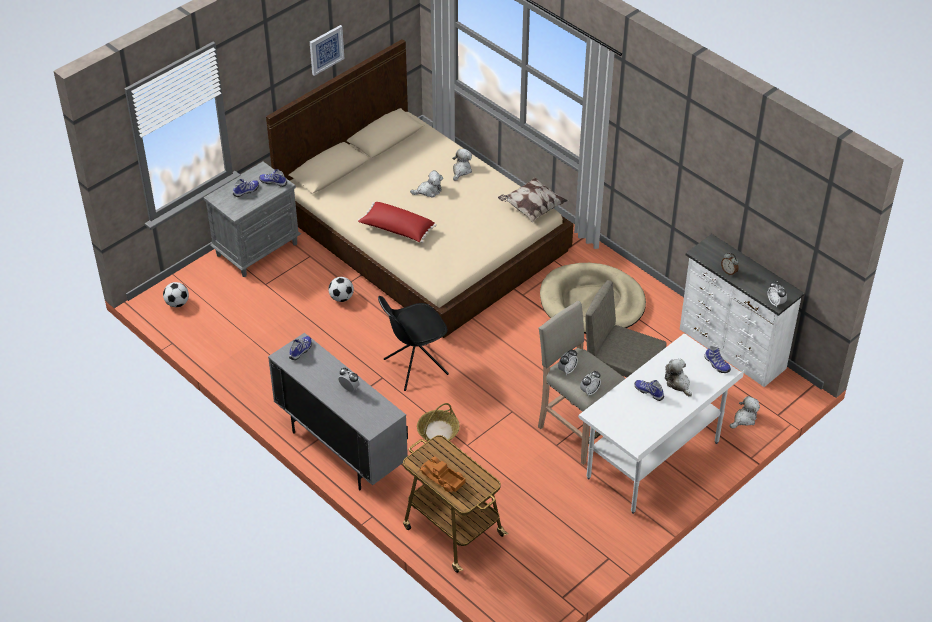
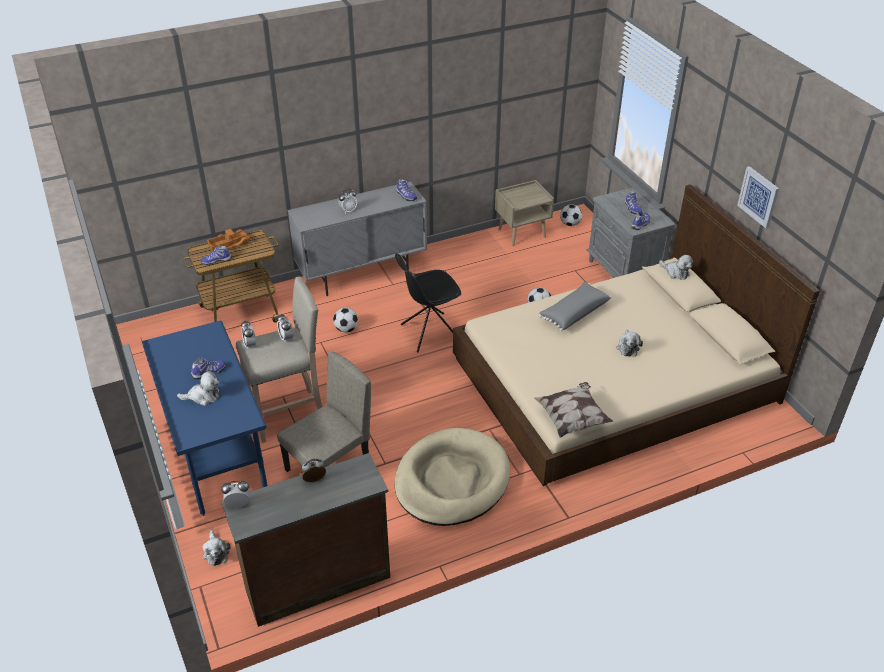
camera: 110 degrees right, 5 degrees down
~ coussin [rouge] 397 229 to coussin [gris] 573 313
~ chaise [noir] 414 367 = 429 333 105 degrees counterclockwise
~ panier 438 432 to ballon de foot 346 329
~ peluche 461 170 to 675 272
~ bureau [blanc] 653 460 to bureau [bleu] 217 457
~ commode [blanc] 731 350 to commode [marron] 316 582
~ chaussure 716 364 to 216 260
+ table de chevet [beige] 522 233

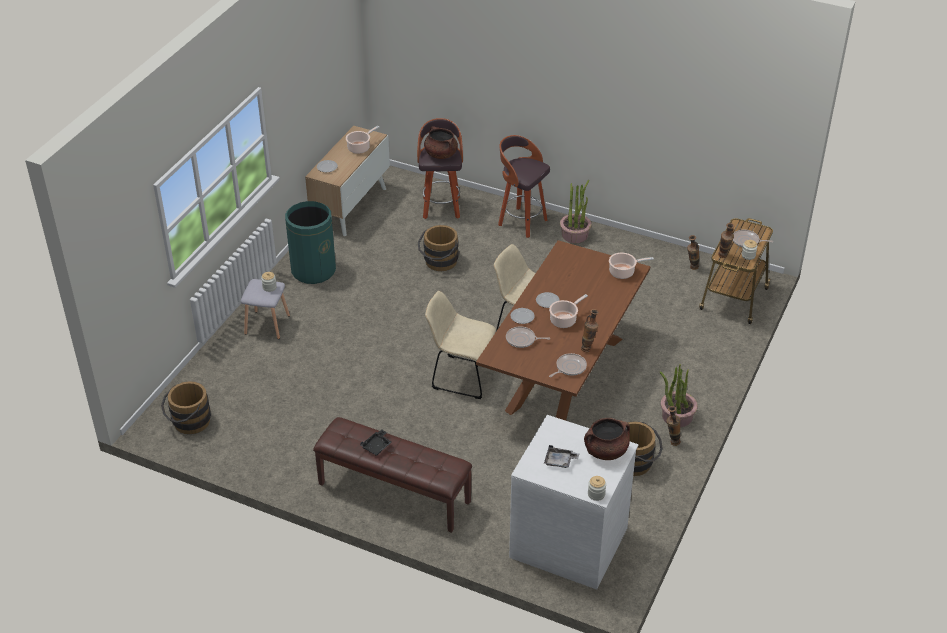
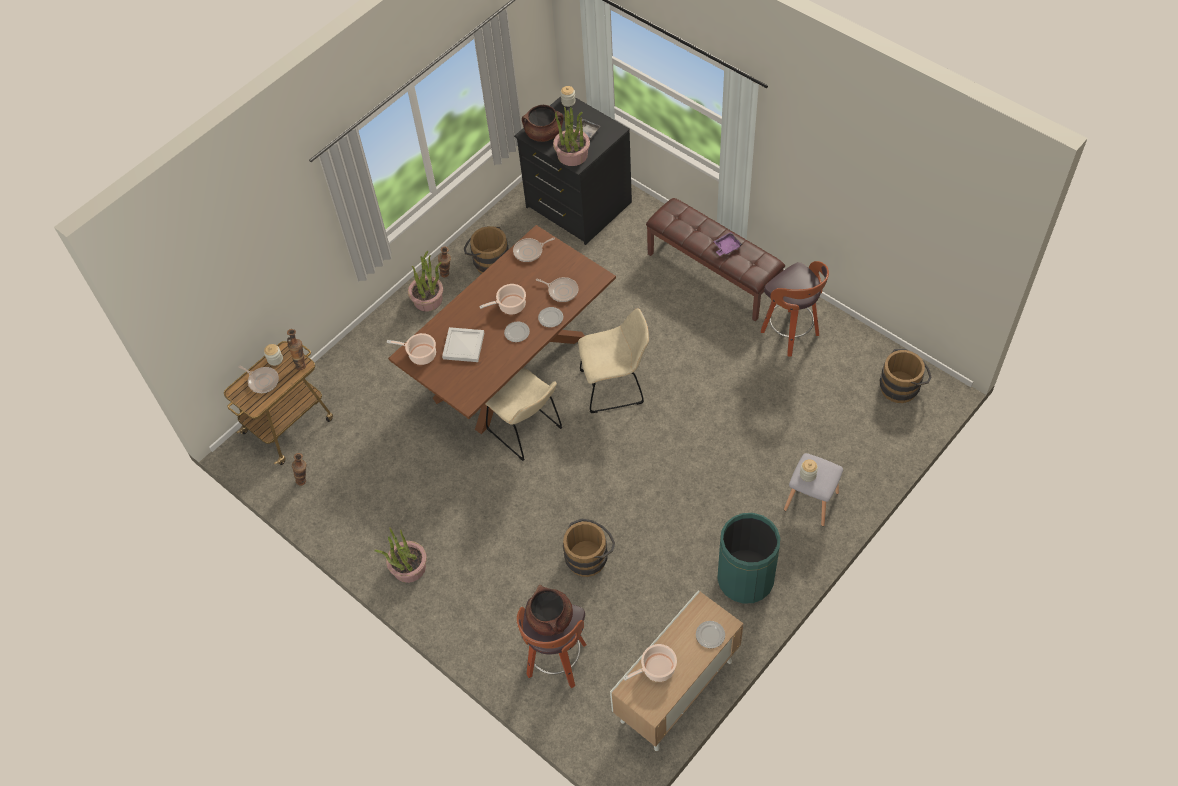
camera: 160 degrees left, 15 degrees up
~ plateau [noir] 377 446 to plateau [violet] 726 247
~ chaise [beige] 460 376 = 615 386 45 degrees counterclockwise
~ tabouret 521 222 to 791 334
~ commode [blanc] 569 541 to commode [noir] 577 205
- vase 588 348
+ plateau [blanc] 464 345
+ plante en pot 572 155

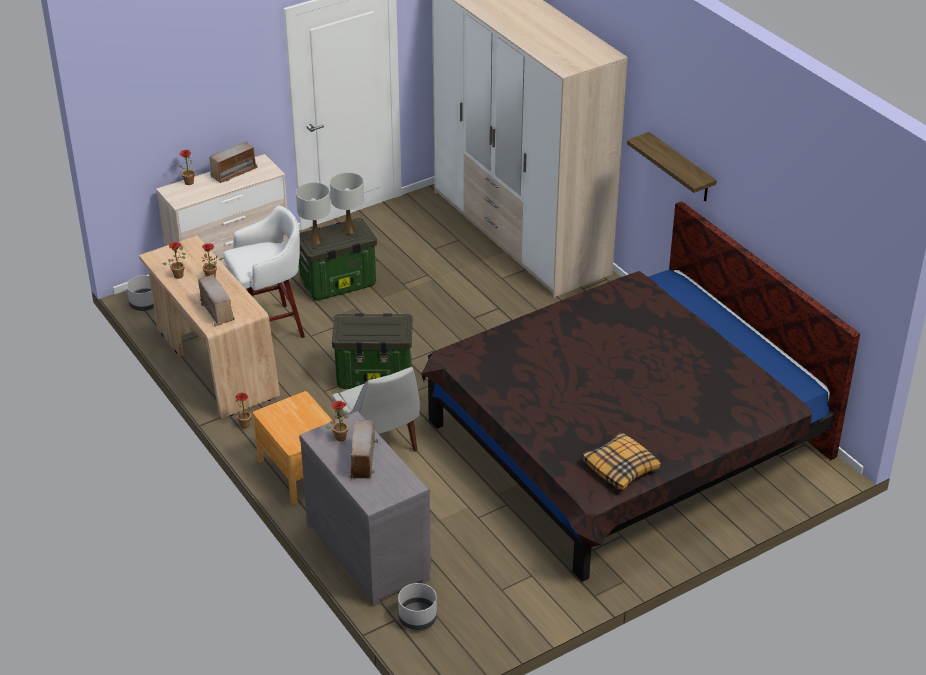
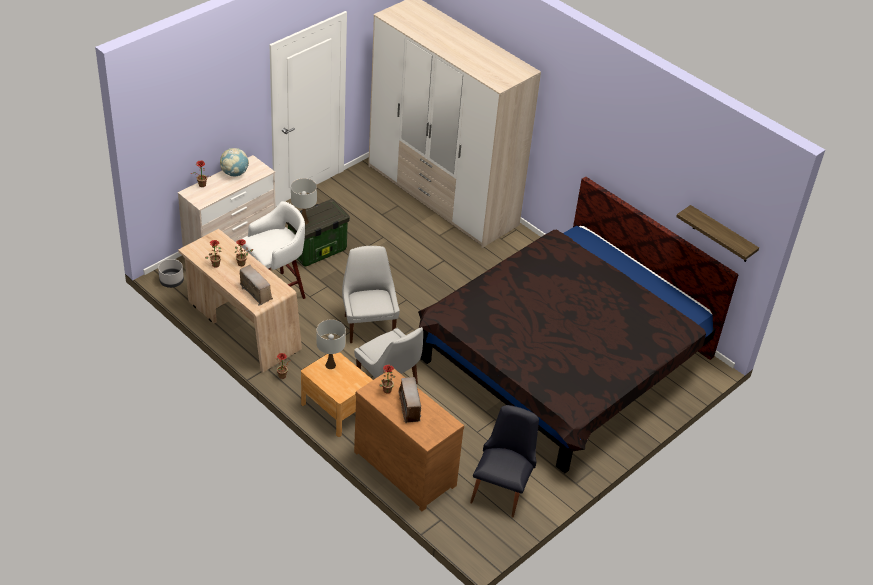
camera: 15 degrees left, 5 degrees up
~ radio 234 172 to globe 234 173
~ commode [gris] 370 550 to commode [marron] 406 466
~ lampe de table [blanc] 349 230 to 330 365
~ boîte de rangement 375 376 to chaise [blanc] 369 325
- cache-pot [gris] 417 618
- coussin 621 467
~ étagère 681 168 to 721 235
+ chaise [noir] 502 488

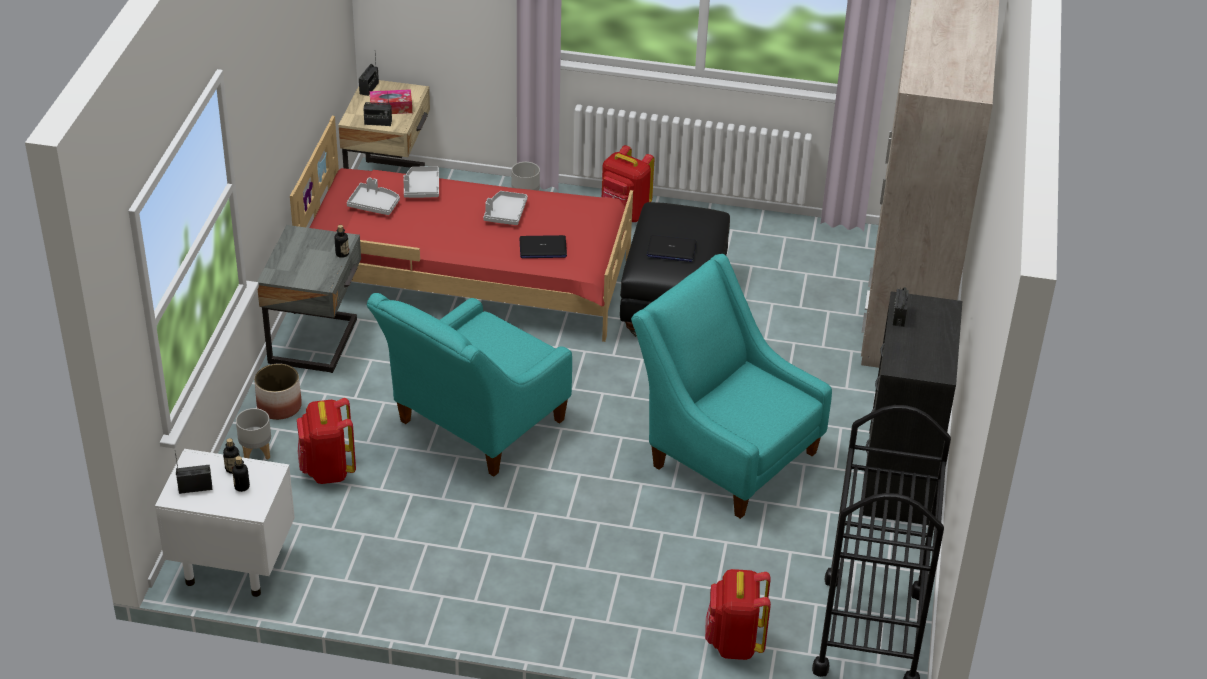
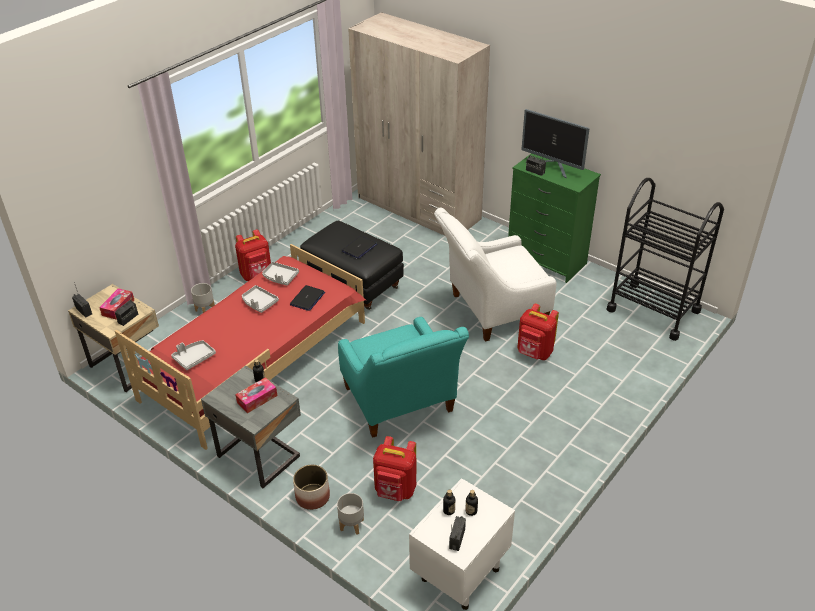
camera: 60 degrees left, 0 degrees up
~ plateau [gris] 421 188 to 280 277
~ fauteuil [turquoise] 724 453 to fauteuil [blanc] 491 311
~ sac à dos [rouge] 734 643 to 534 353
~ commode [noir] 897 477 to commode [vert] 546 260
+ boîte à mouchoirs 257 399
+ écran d'ordinateur 552 166

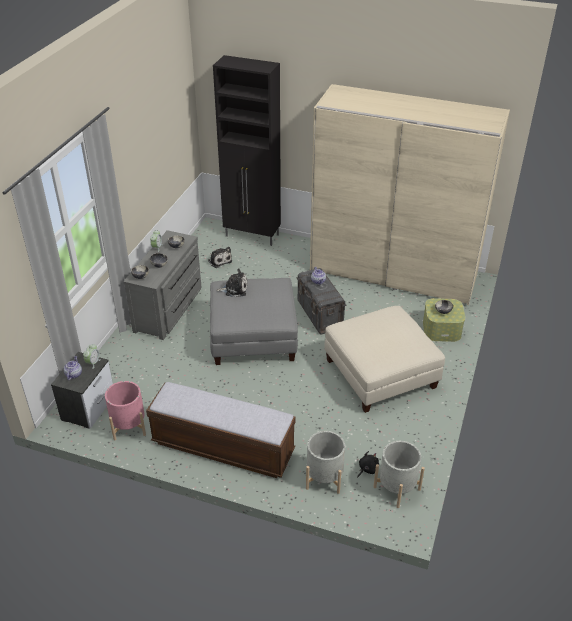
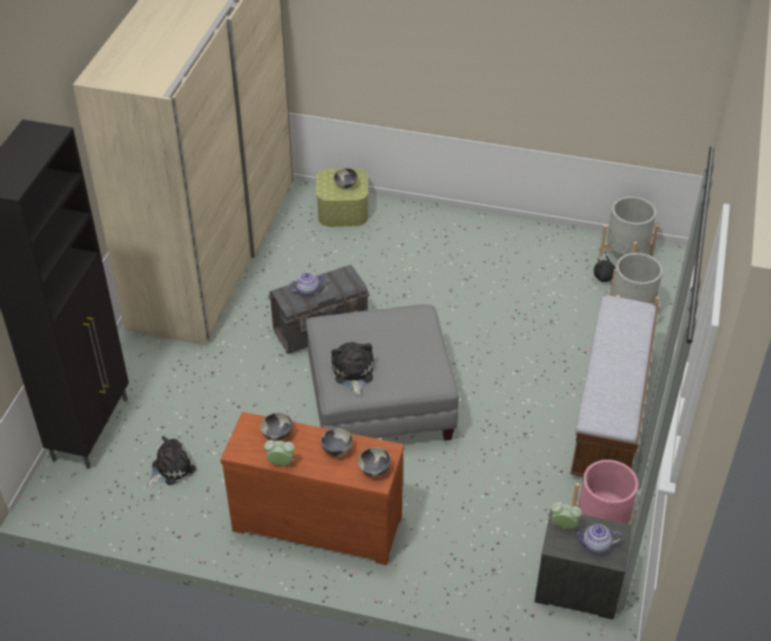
camera: 95 degrees left, 5 degrees up
~ commode [gris] 170 309 to commode [marron] 318 520
- pouf [beige] 381 374

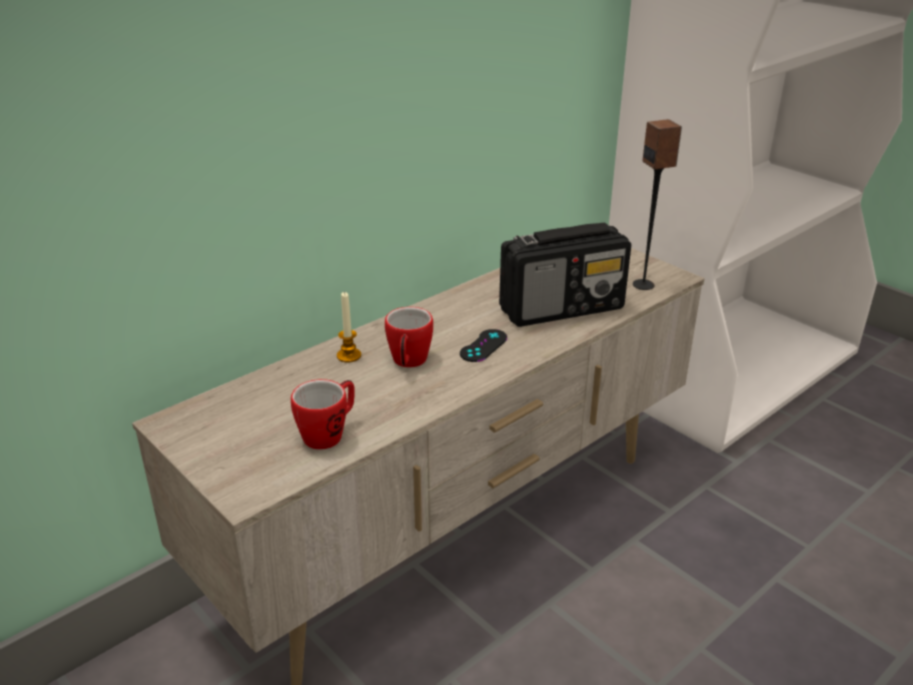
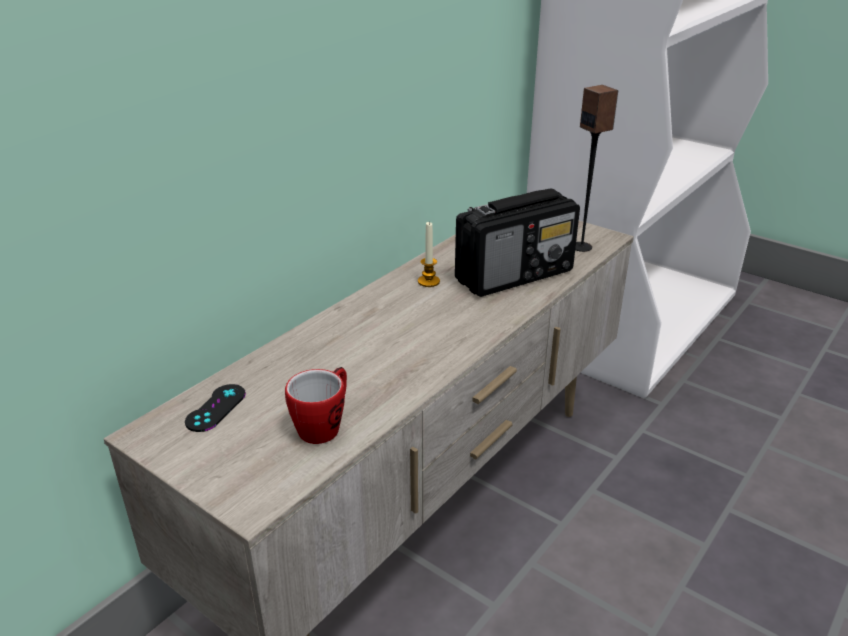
camera: 10 degrees left, 0 degrees up
~ bougie 349 355 to 428 281
- mug 408 363
~ manette [noir] 483 346 to 216 408

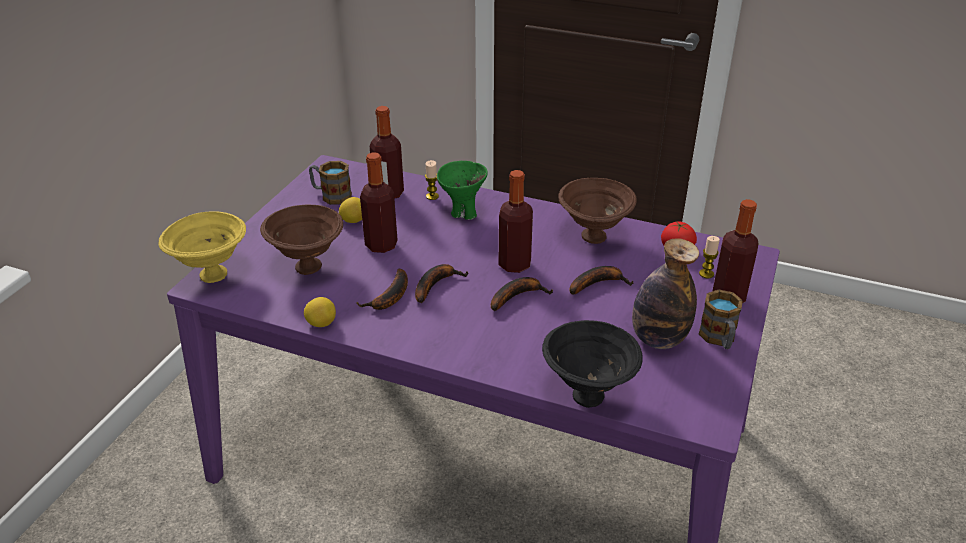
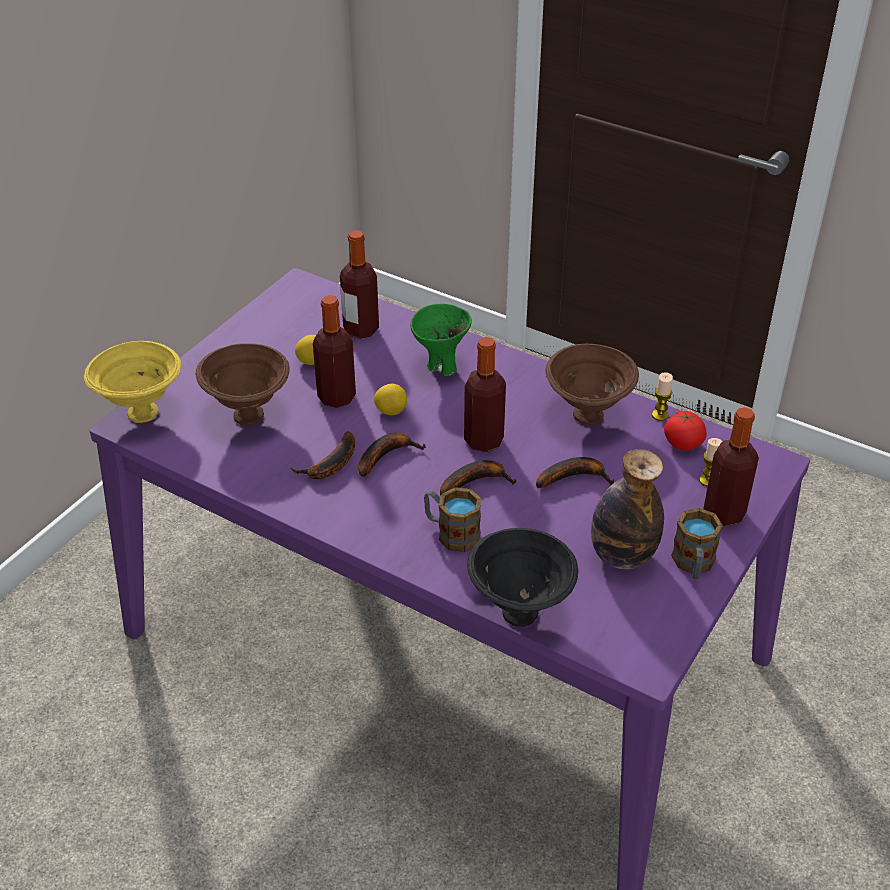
camera: 10 degrees right, 5 degrees up
~ citron 321 323 to 391 411
~ mug 331 195 to 451 532
~ bougie 432 196 to 660 415

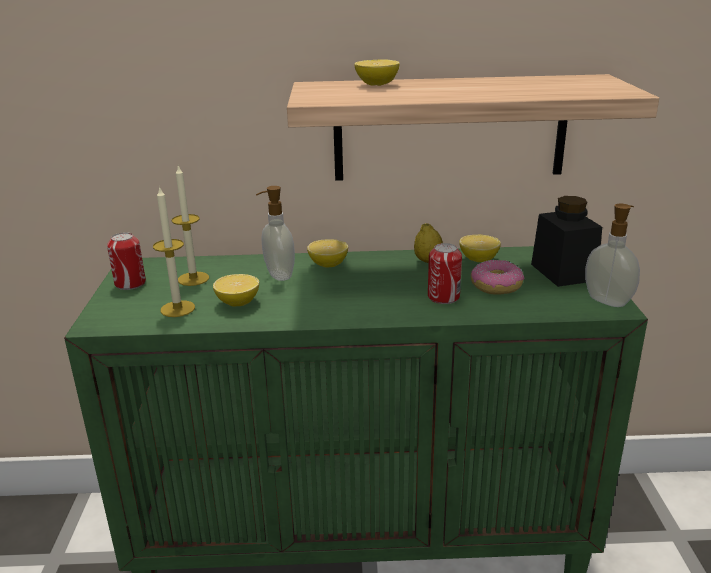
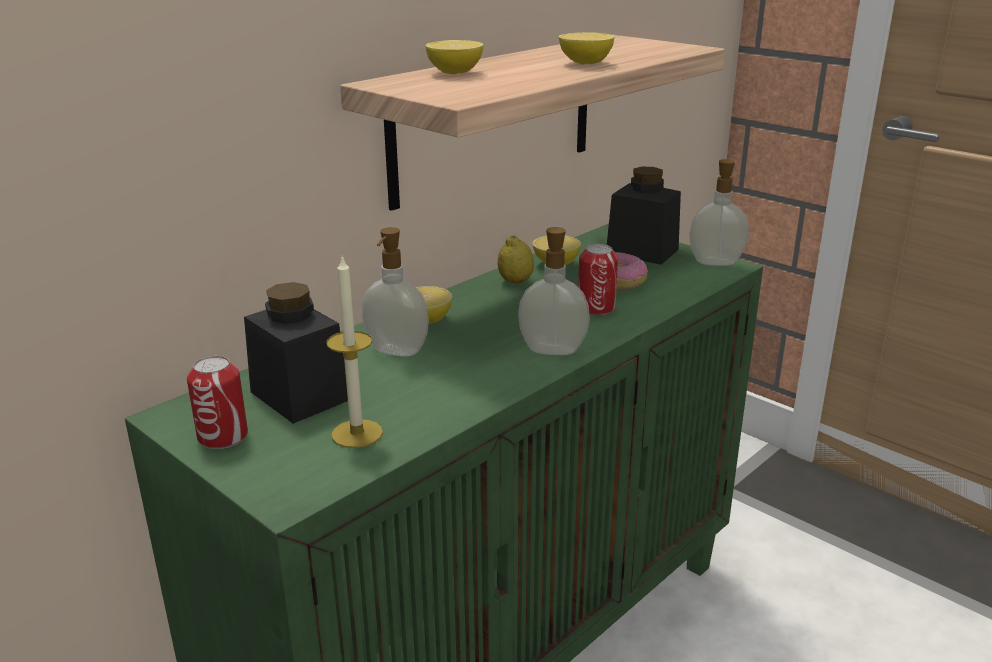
camera: 45 degrees left, 0 degrees up
~ bougie 193 279 to bocal [noir] 299 396
~ citron 238 302 to 585 63
+ distributeur de savon 553 349

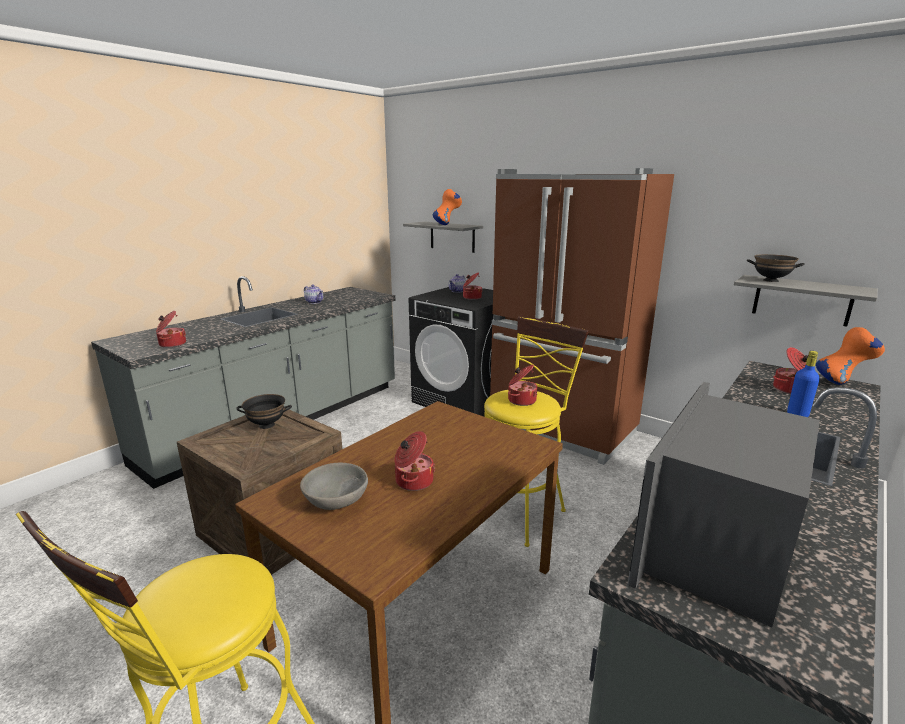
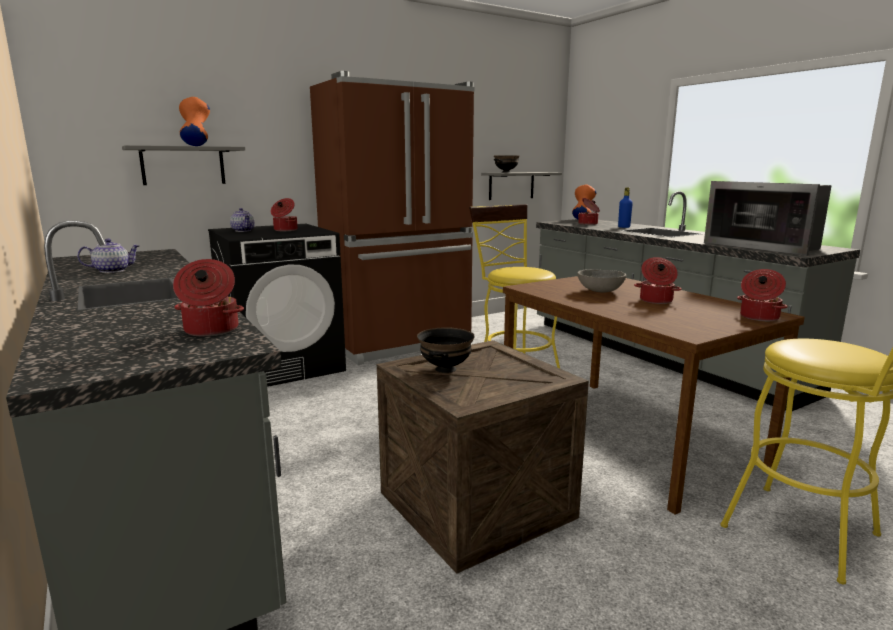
camera: 70 degrees left, 5 degrees down
~ bol [gris] 337 501 to 600 291
~ marmite 521 400 to 758 317

